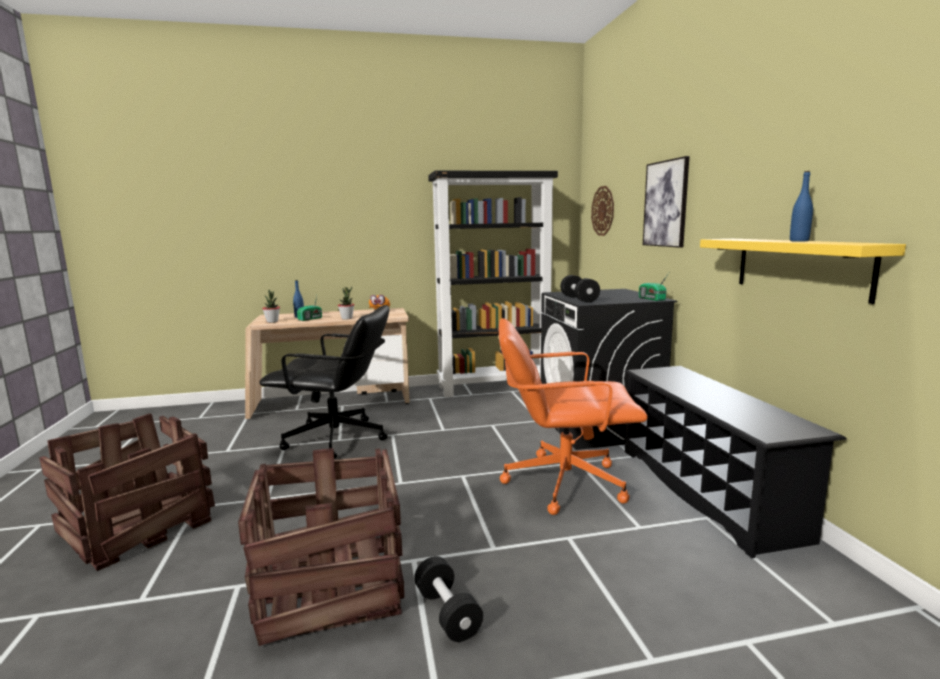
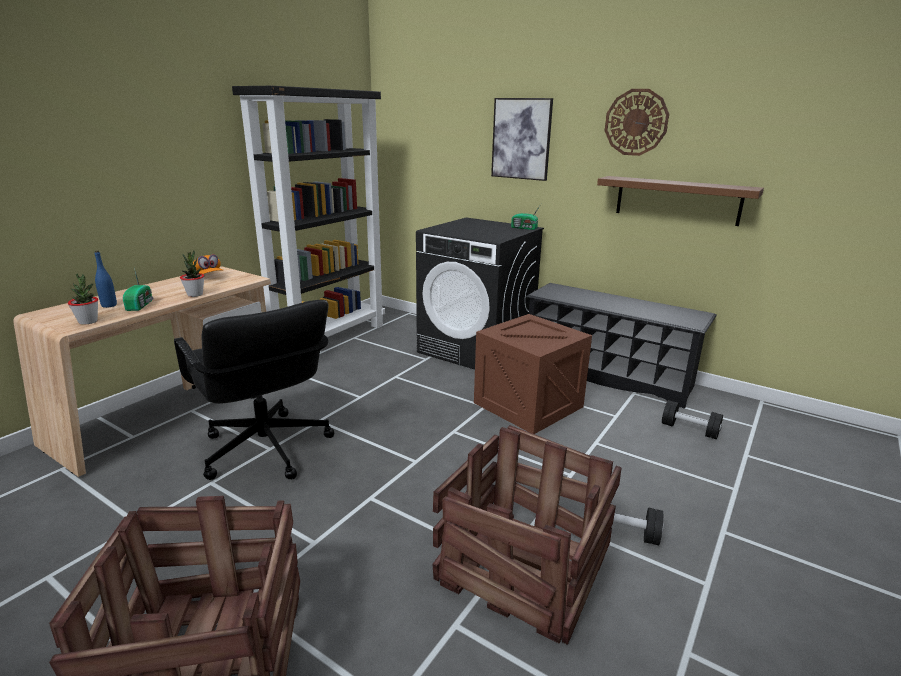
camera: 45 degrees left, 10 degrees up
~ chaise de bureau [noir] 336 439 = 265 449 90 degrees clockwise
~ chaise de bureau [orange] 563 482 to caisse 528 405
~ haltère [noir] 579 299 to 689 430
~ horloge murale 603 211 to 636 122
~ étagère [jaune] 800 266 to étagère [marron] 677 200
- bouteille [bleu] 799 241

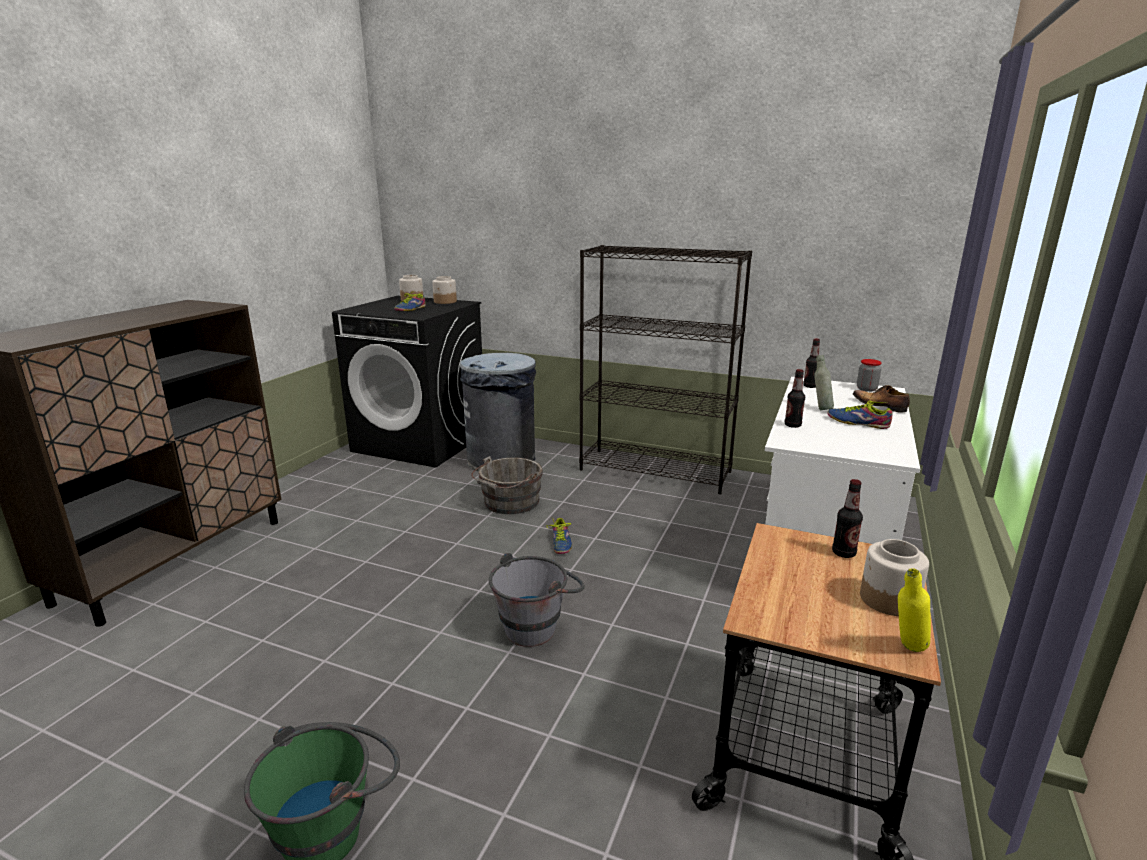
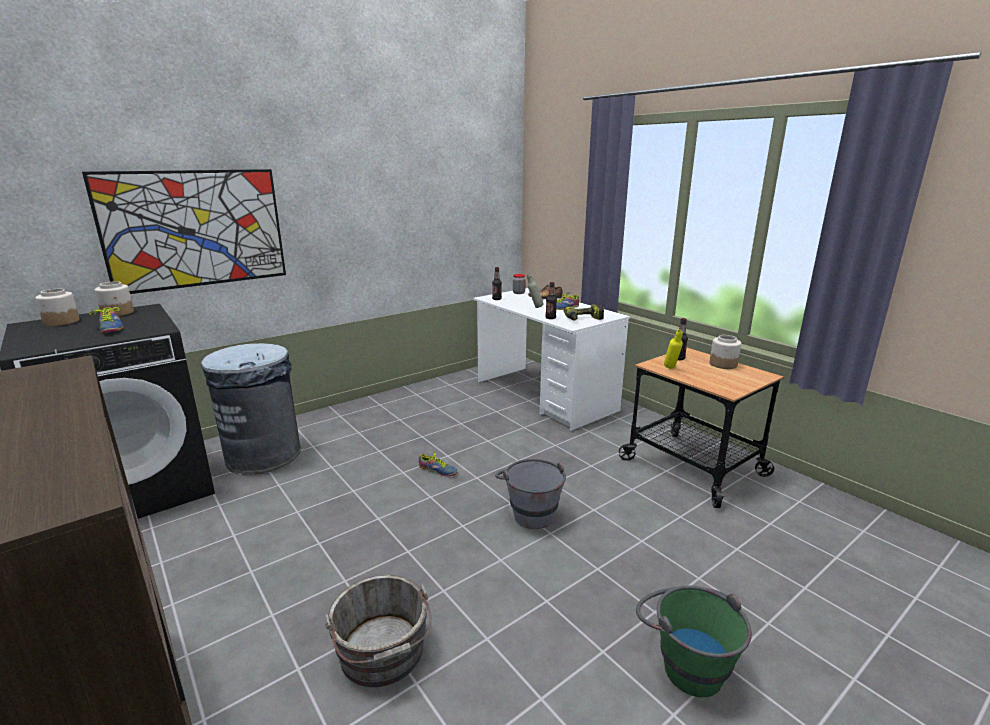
camera: 60 degrees left, 0 degrees up
~ seau [gris] 509 503 to 383 654
- bibliothèque [noir] 656 470
~ bouteille [jaune] 906 651 to 671 369
+ tableau 196 229
+ perceuse 583 319

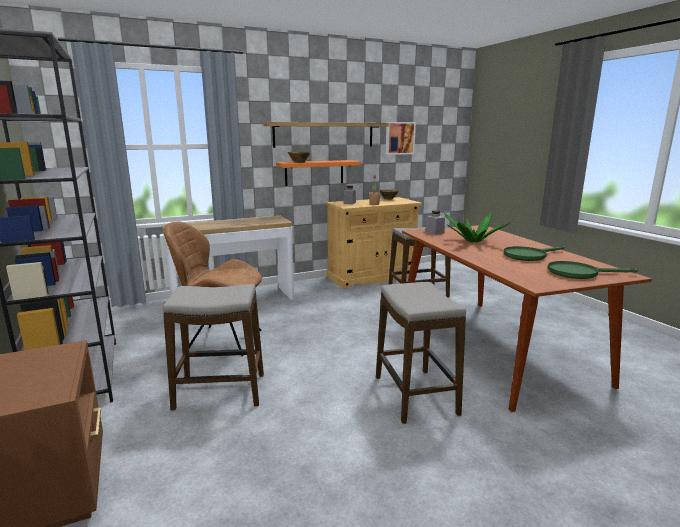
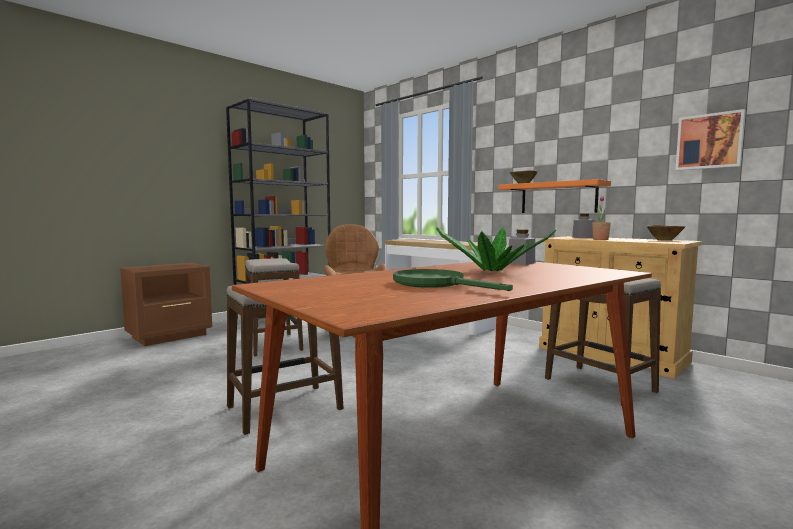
camera: 70 degrees right, 10 degrees down
- étagère 324 135
- poêle [vert] 579 273

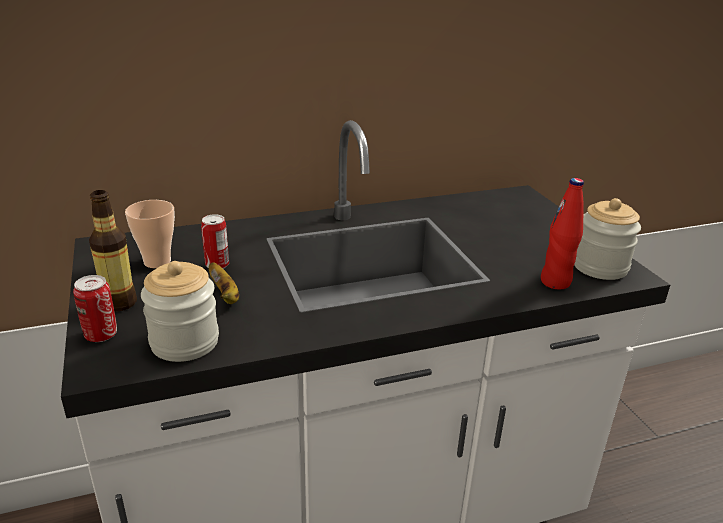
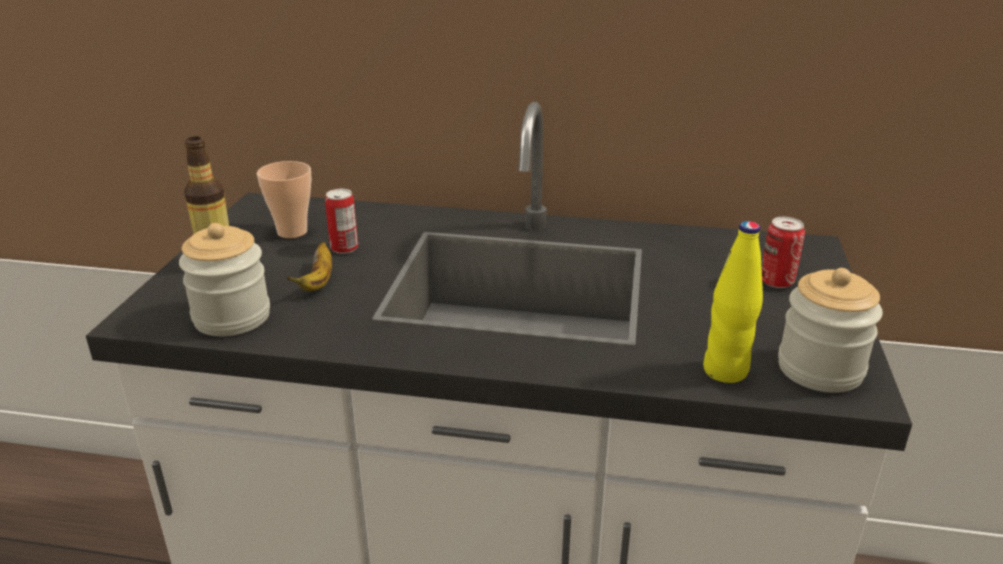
camera: 30 degrees right, 0 degrees up
~ boîte métallique 101 335 to 776 282
~ bouteille [rouge] 555 282 to bouteille [jaune] 725 371

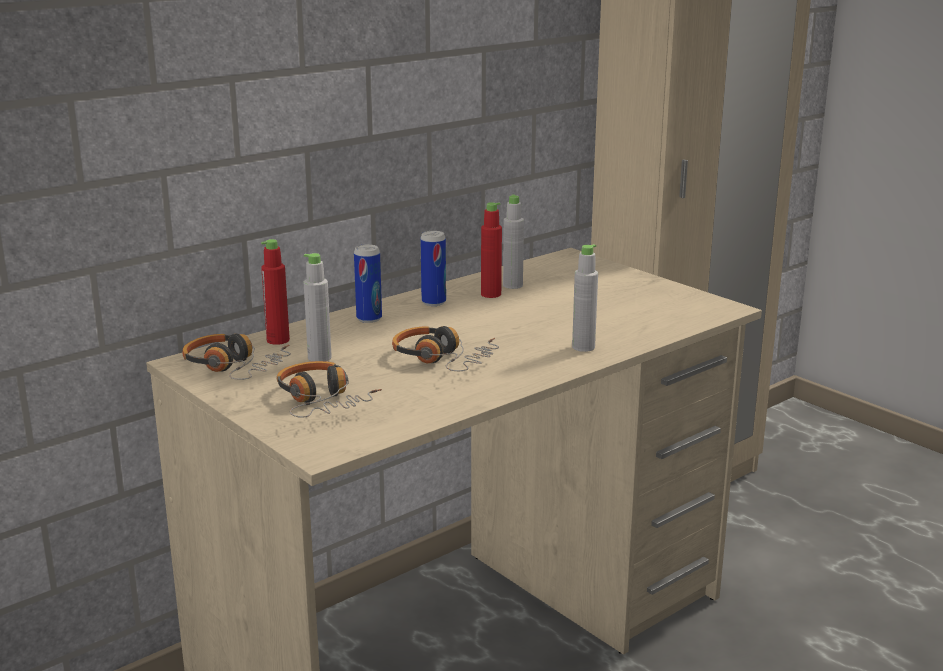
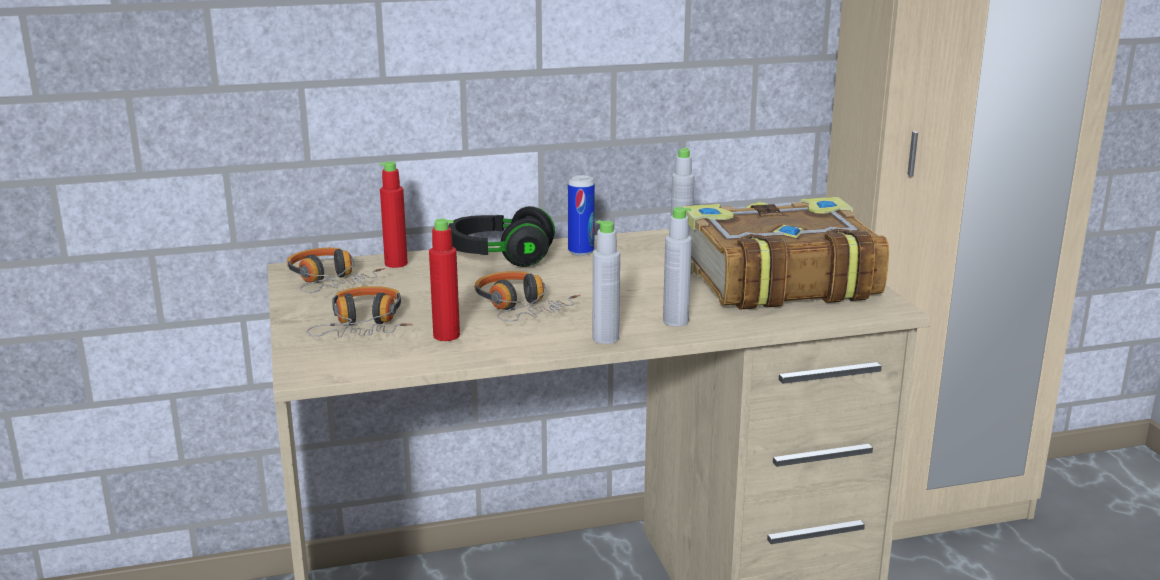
camera: 25 degrees right, 0 degrees up
~ bouteille [gris] 319 358 to 605 338
~ boîte métallique 369 319 to casque audio [noir] 501 257
~ bouteille [rouge] 491 294 to 446 336
+ livre 776 280

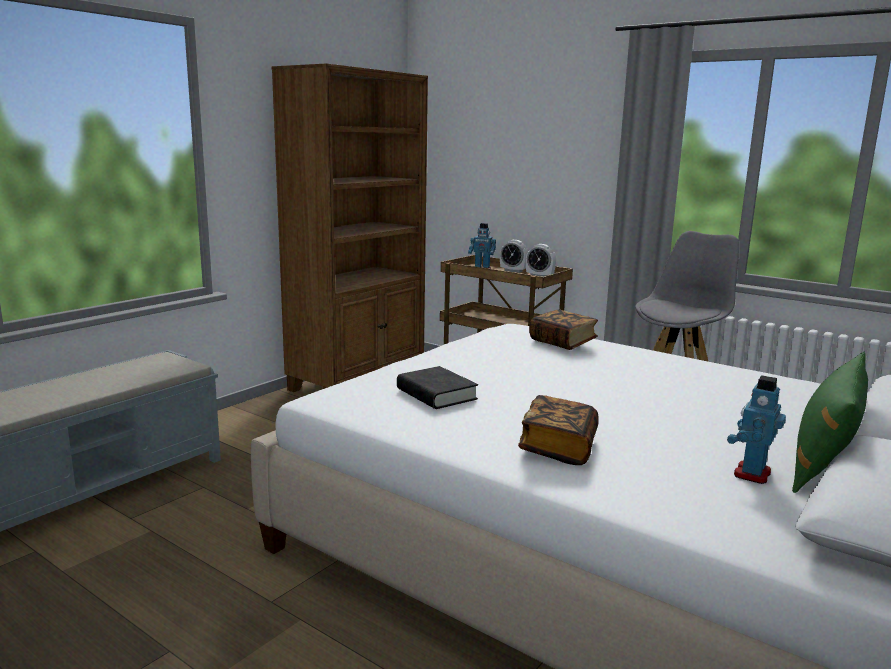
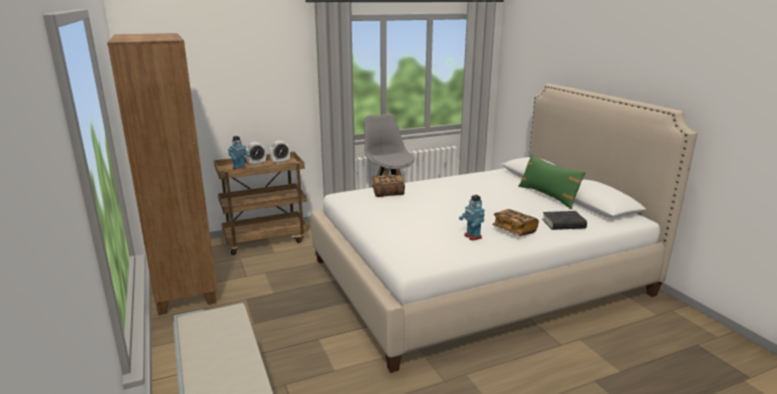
camera: 60 degrees left, 5 degrees up
~ livre [noir] 436 394 to 563 224
~ robot jouet 751 474 to 472 236

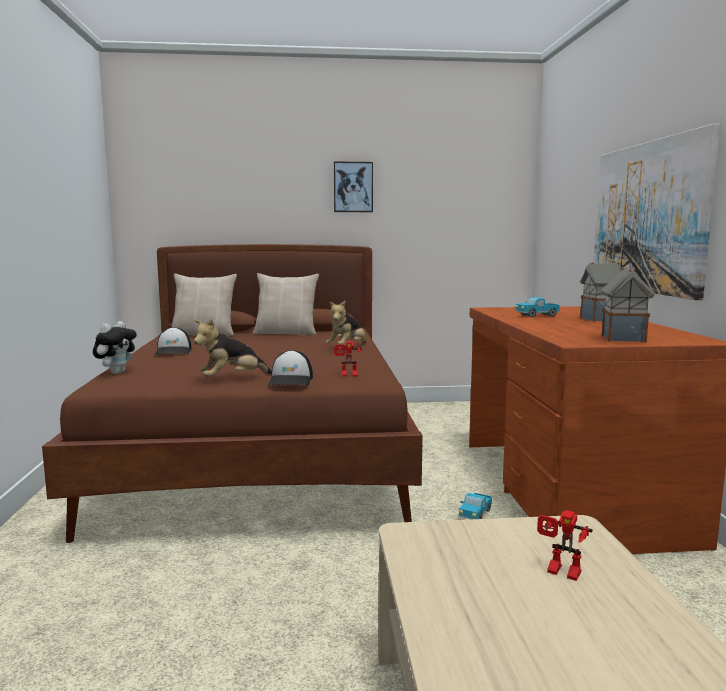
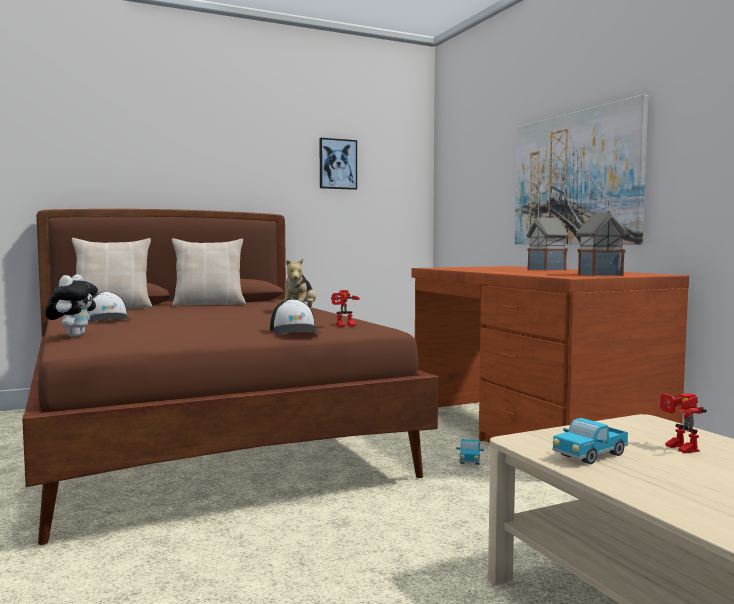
camera: 20 degrees left, 5 degrees down
- peluche 232 379
~ tableau 353 187 to 337 164
~ camion jouet 536 315 to 589 456
~ robot jouet 560 573 = 677 448 60 degrees clockwise

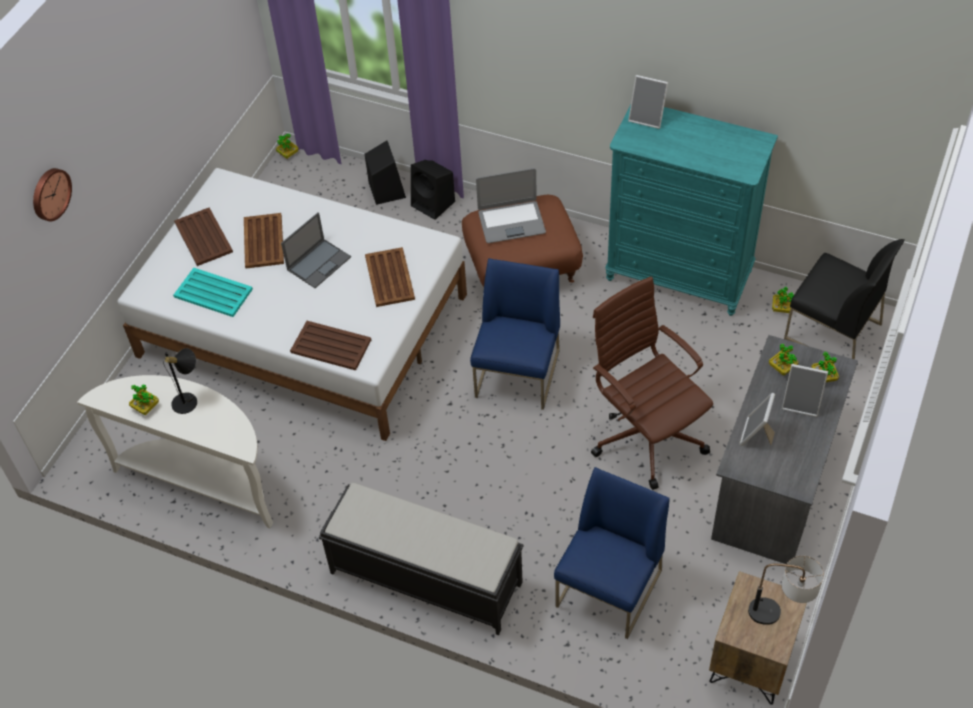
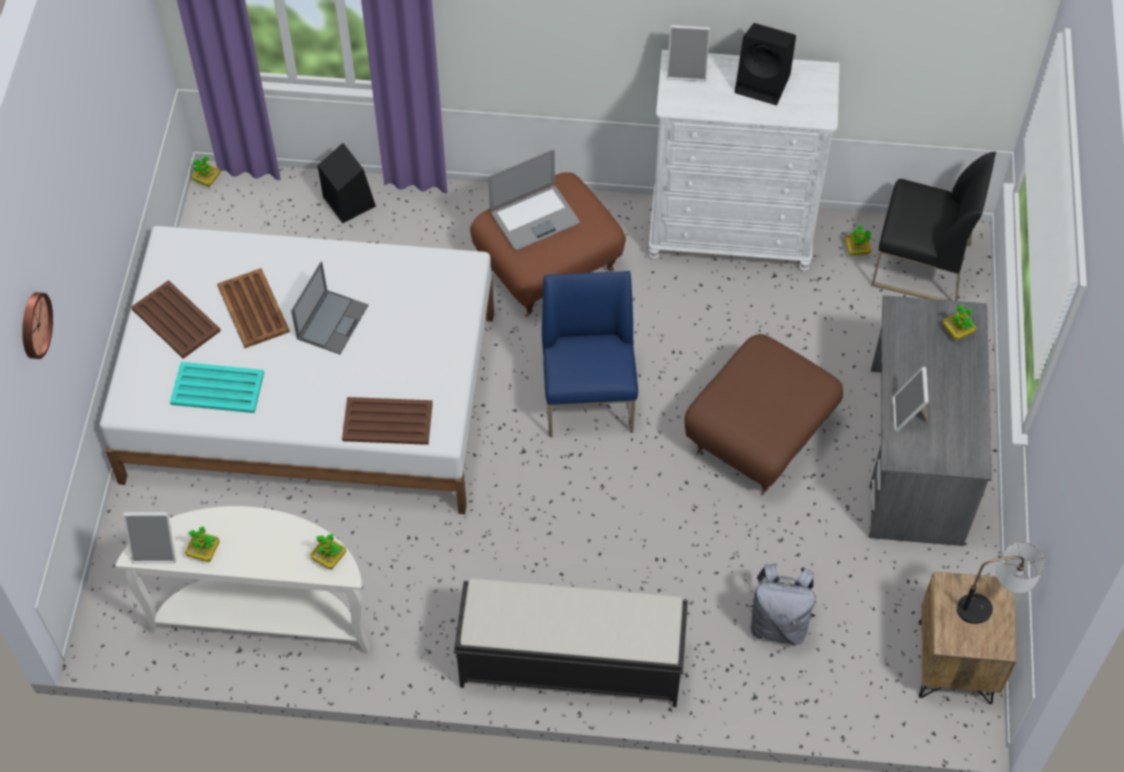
camera: 20 degrees left, 5 degrees up
- lampe de table [noir] 189 401
- plateau [marron] 389 277
~ enceinte [noir] 434 204 to 764 84
~ chaise [bleu] 609 589 to sac à dos [gris] 779 623
~ chaise de bureau [marron] 646 435 to pouf [marron] 758 435
~ commode [turquoise] 679 275 to commode [blanc] 731 235
~ plante en pot 782 368 to 329 558
~ cadre photo 801 403 to 156 549

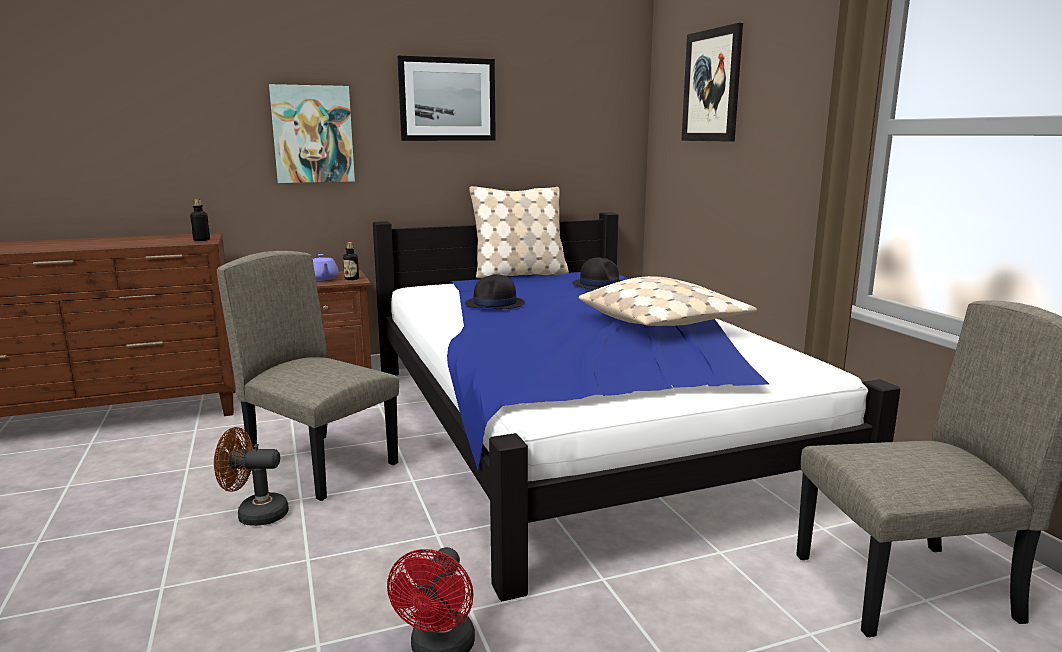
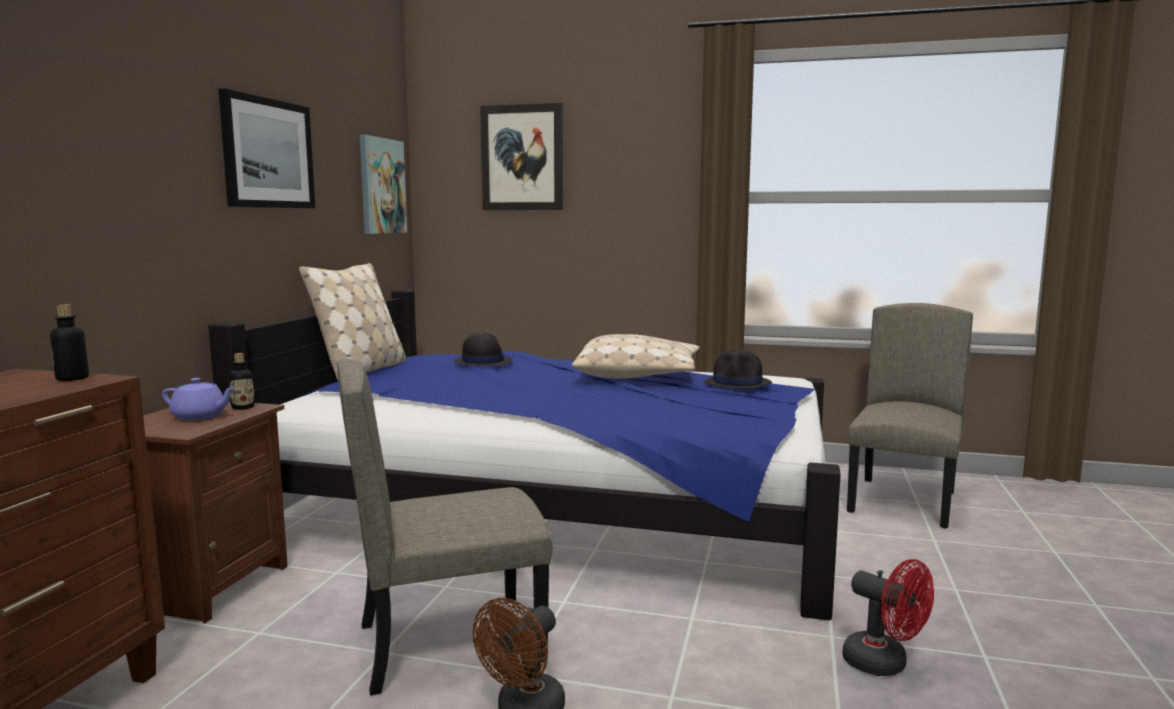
camera: 55 degrees left, 5 degrees down
~ tableau 312 134 to 381 186
~ chapeau [noir] 495 304 to 738 383

